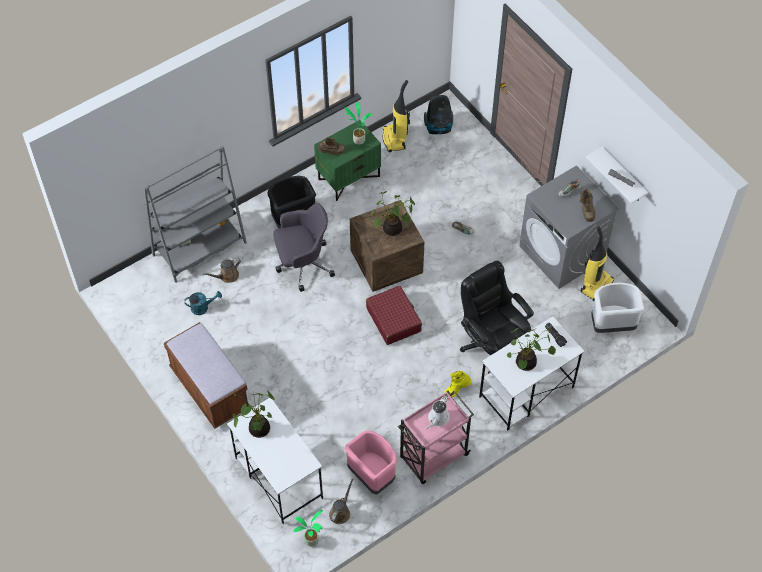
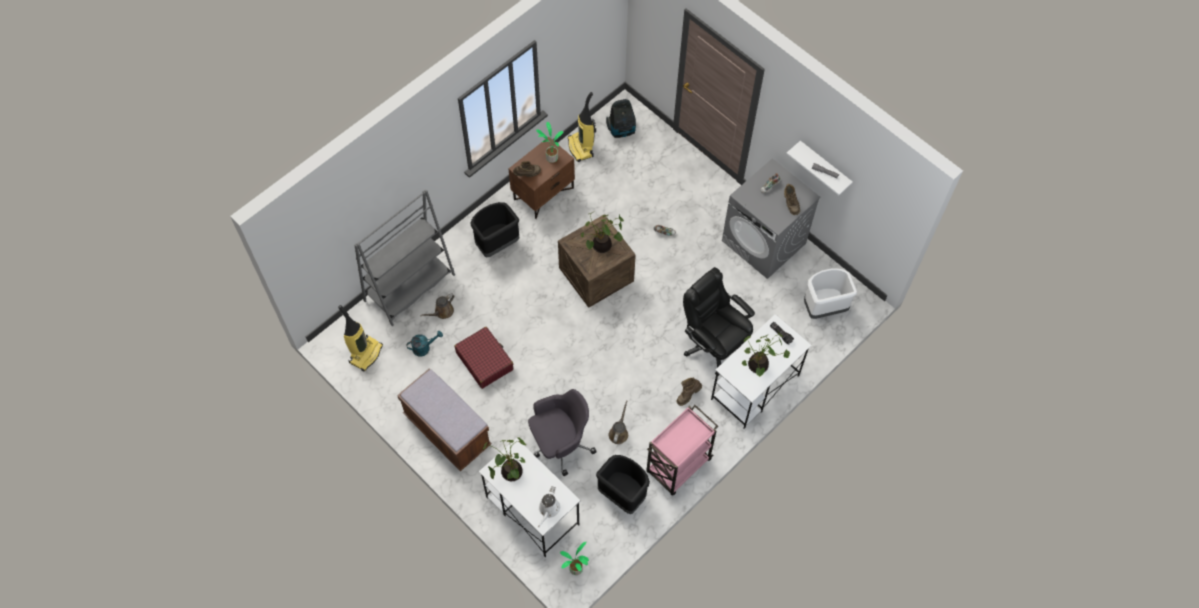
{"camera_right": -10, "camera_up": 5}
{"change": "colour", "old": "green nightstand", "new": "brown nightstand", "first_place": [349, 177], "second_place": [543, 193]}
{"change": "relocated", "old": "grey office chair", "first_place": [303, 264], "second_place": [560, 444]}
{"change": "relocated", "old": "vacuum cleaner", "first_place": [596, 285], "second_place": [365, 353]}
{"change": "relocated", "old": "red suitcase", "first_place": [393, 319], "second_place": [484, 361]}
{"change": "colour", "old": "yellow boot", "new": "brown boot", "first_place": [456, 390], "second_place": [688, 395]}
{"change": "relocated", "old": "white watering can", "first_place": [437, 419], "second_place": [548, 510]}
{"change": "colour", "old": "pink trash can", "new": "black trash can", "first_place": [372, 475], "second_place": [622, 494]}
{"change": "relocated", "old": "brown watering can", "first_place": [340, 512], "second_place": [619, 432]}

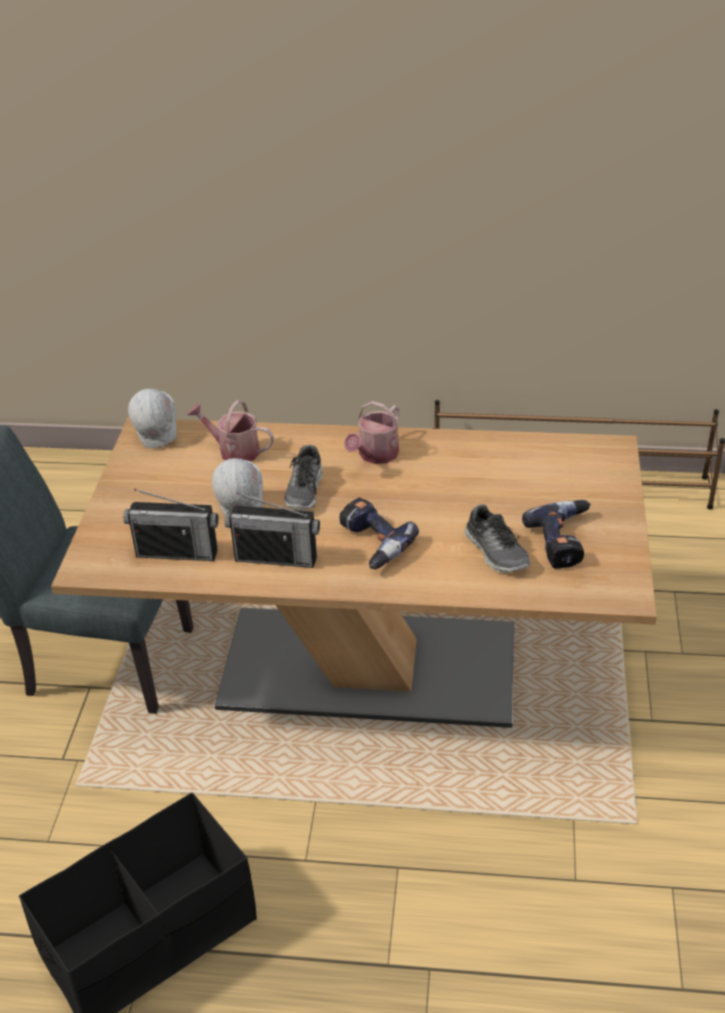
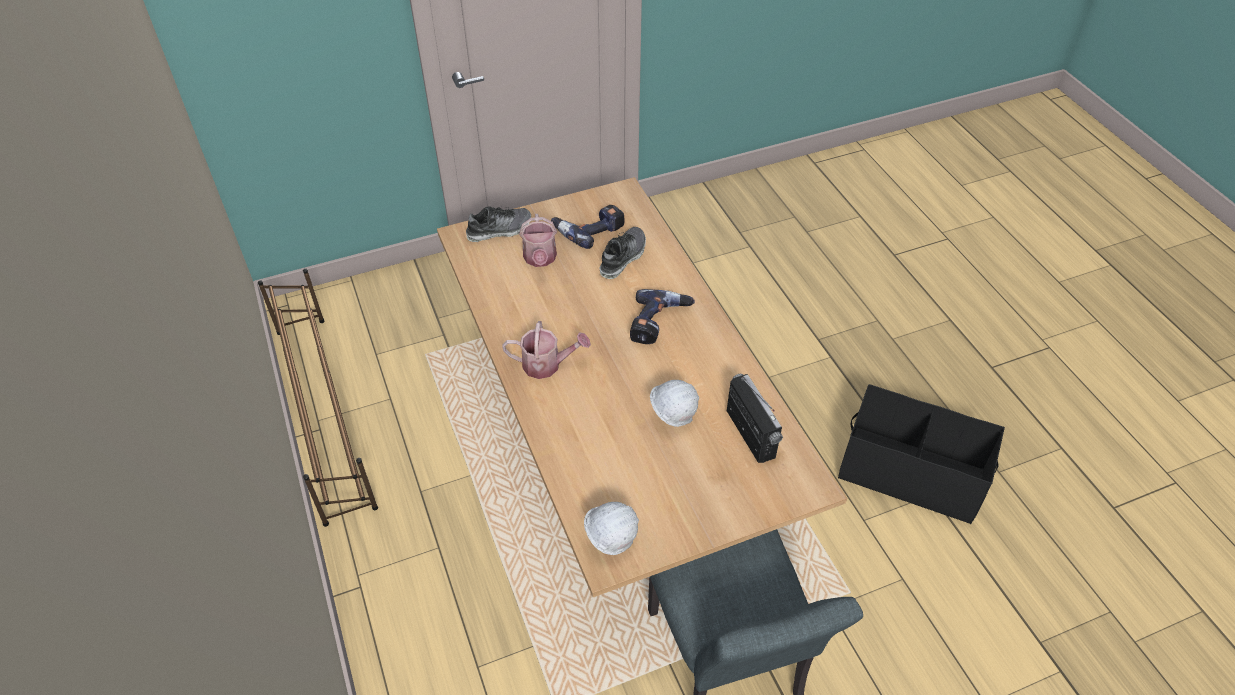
{"camera_right": -120, "camera_up": 10}
{"change": "relocated", "old": "watering can", "first_place": [234, 451], "second_place": [540, 259]}
{"change": "relocated", "old": "shoe", "first_place": [305, 491], "second_place": [499, 230]}
{"change": "missing", "old": "radio", "first_place": [276, 558]}

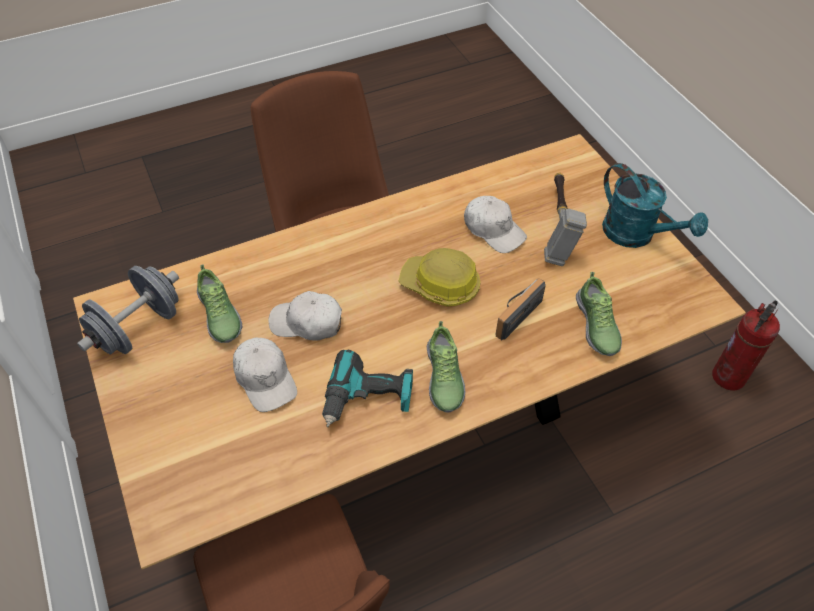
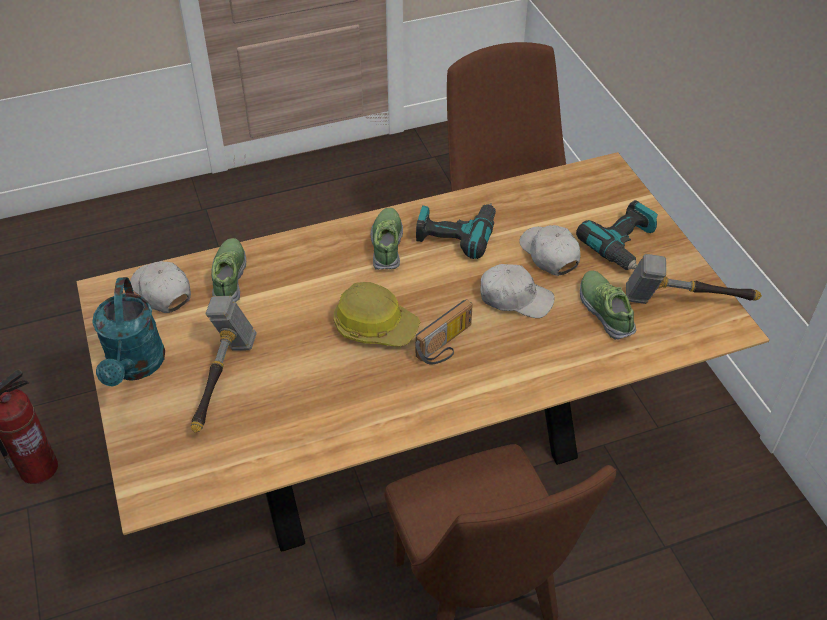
{"camera_right": -175, "camera_up": -5}
{"change": "spun", "old": "turquoise watering can", "first_place": [636, 235], "second_place": [135, 367], "degrees": -150}
{"change": "relocated", "old": "white cap", "first_place": [493, 230], "second_place": [161, 291]}
{"change": "exchanged", "old": "grey dumbbell", "new": "hammer", "first_place": [138, 328], "second_place": [684, 304]}
{"change": "relocated", "old": "radio", "first_place": [514, 313], "second_place": [446, 345]}
{"change": "appeared", "new": "power drill", "second_place": [623, 245]}

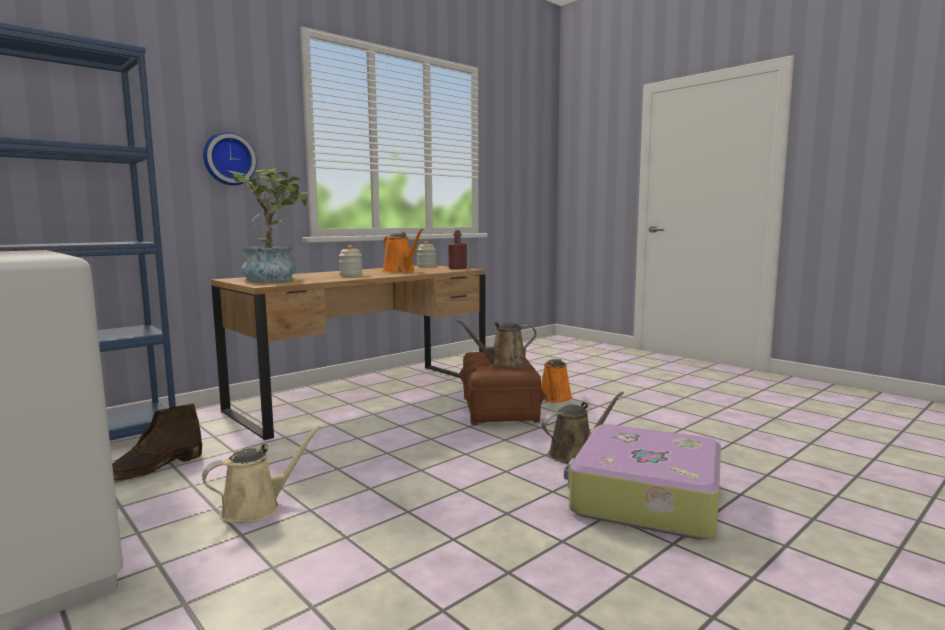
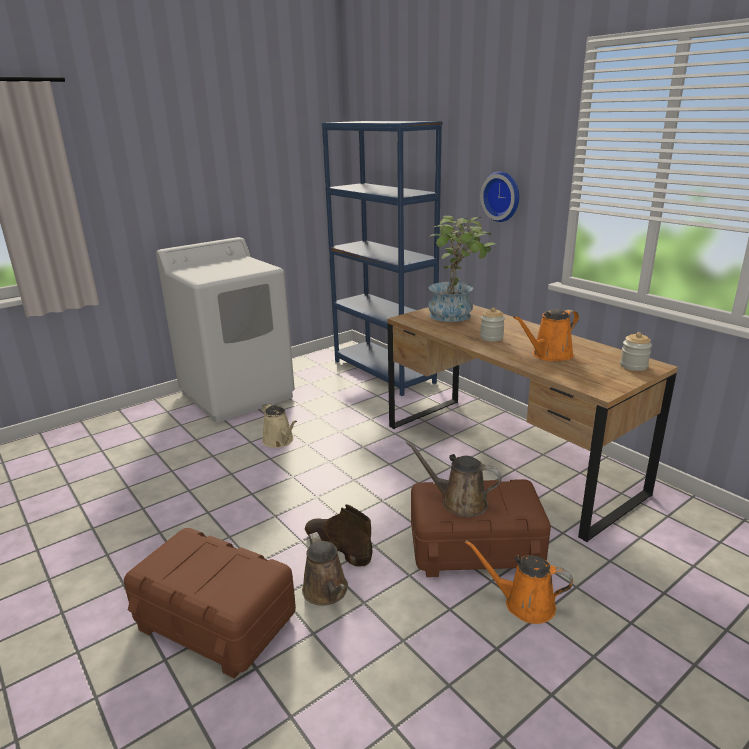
{"camera_right": 95, "camera_up": 15}
{"change": "missing", "old": "red bottle", "first_place": [457, 268]}
{"change": "spun", "old": "brown watering can", "first_place": [504, 364], "second_place": [459, 502], "degrees": -60}
{"change": "relocated", "old": "brown boot", "first_place": [154, 468], "second_place": [337, 545]}
{"change": "exchanged", "old": "suitcase", "new": "brown storage box", "first_place": [644, 499], "second_place": [215, 621]}

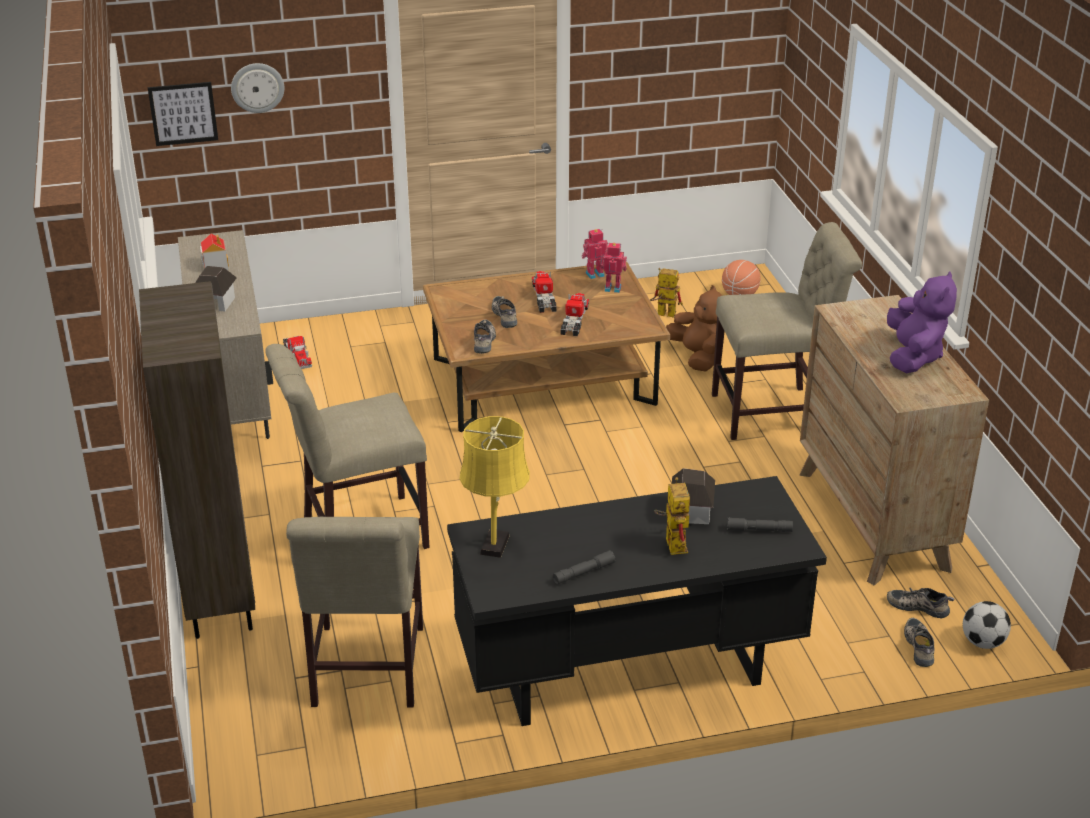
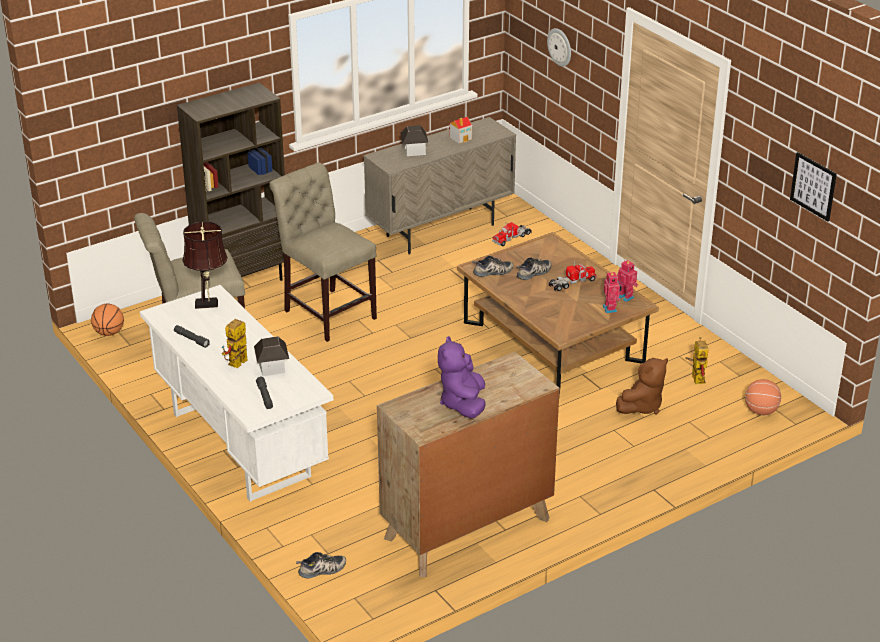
{"camera_right": 70, "camera_up": 0}
{"change": "relocated", "old": "picture", "first_place": [183, 113], "second_place": [813, 186]}
{"change": "missing", "old": "beige chair", "first_place": [774, 413]}
{"change": "spun", "old": "purple plush toy", "first_place": [913, 356], "second_place": [463, 404], "degrees": 105}
{"change": "missing", "old": "toy truck", "first_place": [574, 320]}
{"change": "colour", "old": "yellow table lamp", "new": "brown table lamp", "first_place": [496, 542], "second_place": [209, 304]}
{"change": "colour", "old": "black desk", "new": "white desk", "first_place": [627, 672], "second_place": [239, 444]}
{"change": "spun", "old": "toy robot", "first_place": [672, 542], "second_place": [236, 365], "degrees": 150}
{"change": "missing", "old": "shoe", "first_place": [918, 606]}
{"change": "missing", "old": "football", "first_place": [982, 642]}
{"change": "appeared", "new": "basketball", "second_place": [109, 333]}

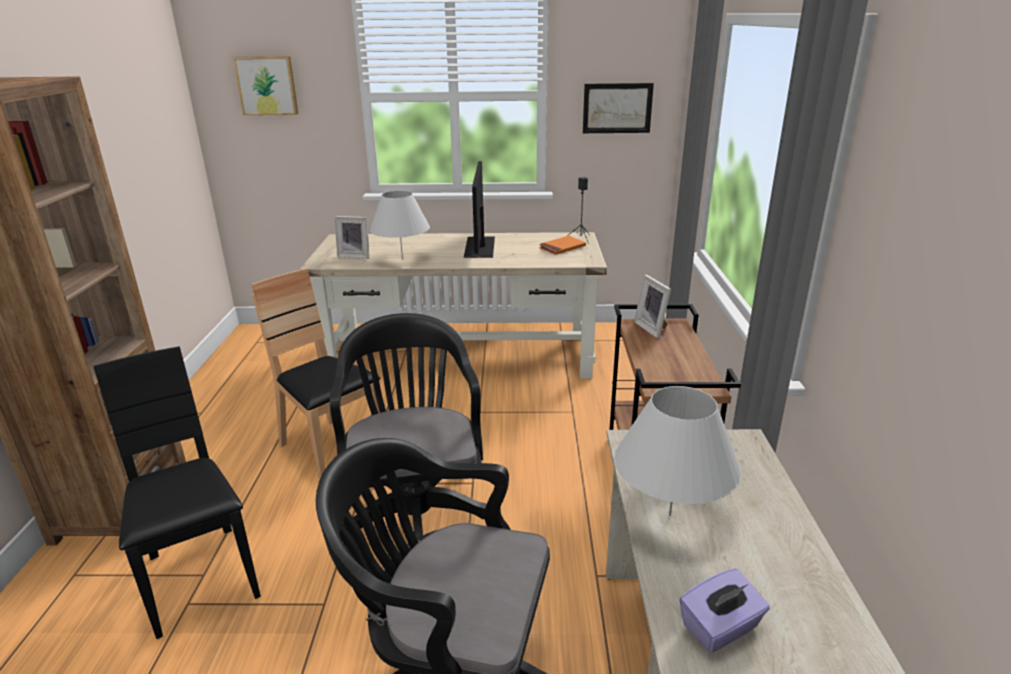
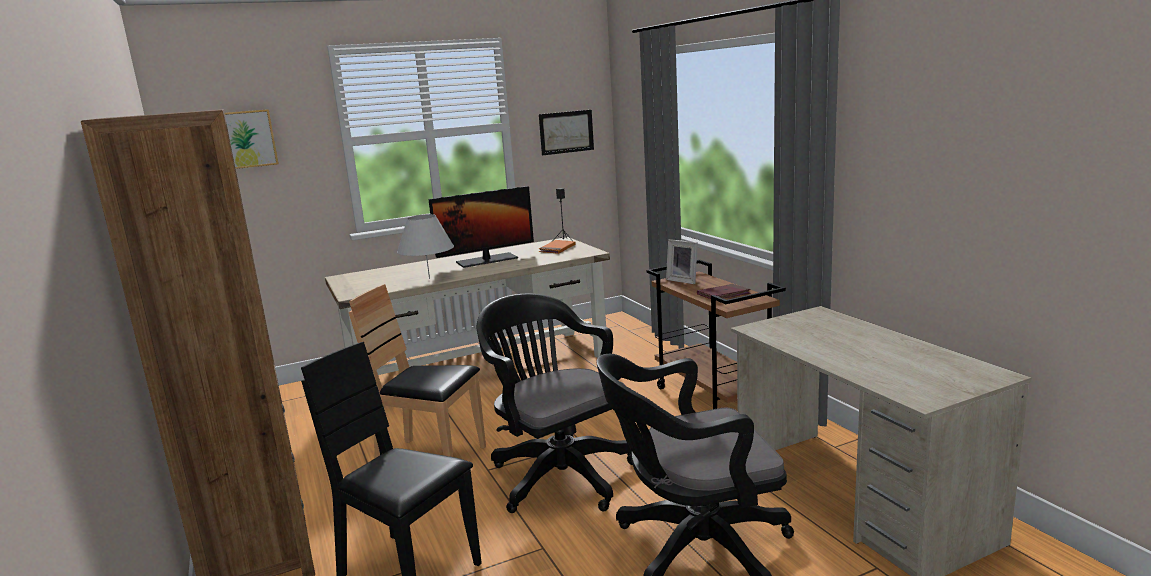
{"camera_right": -25, "camera_up": -10}
{"change": "spun", "old": "monitor", "first_place": [479, 247], "second_place": [487, 260], "degrees": -90}
{"change": "missing", "old": "picture frame", "first_place": [355, 256]}
{"change": "missing", "old": "white table lamp", "first_place": [669, 515]}
{"change": "missing", "old": "purple tissue box", "first_place": [720, 628]}
{"change": "appeared", "new": "red book", "second_place": [723, 295]}

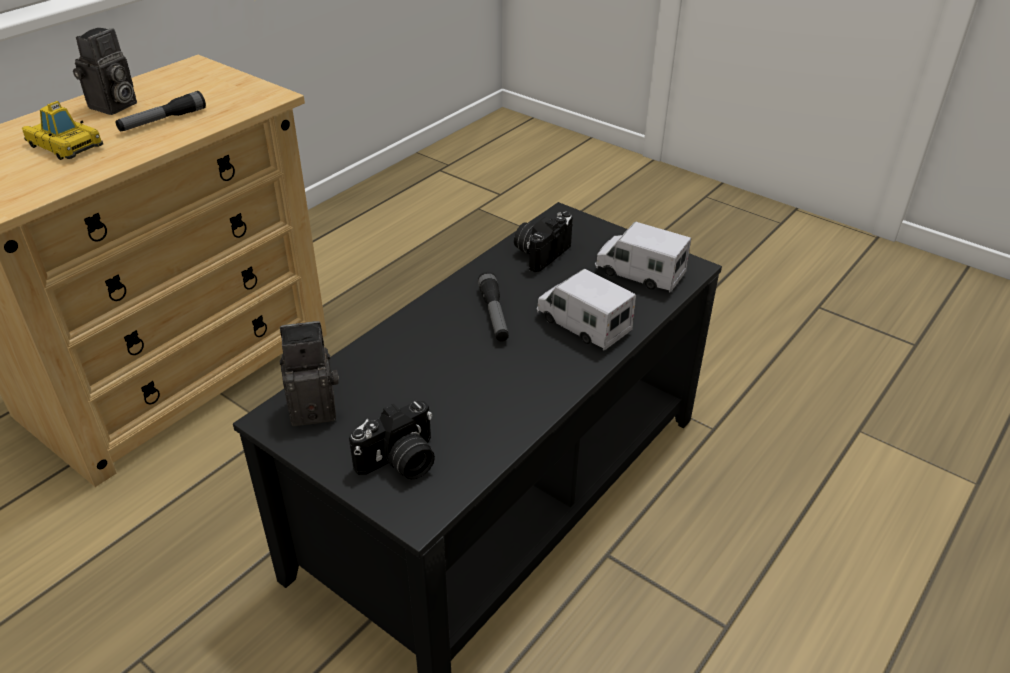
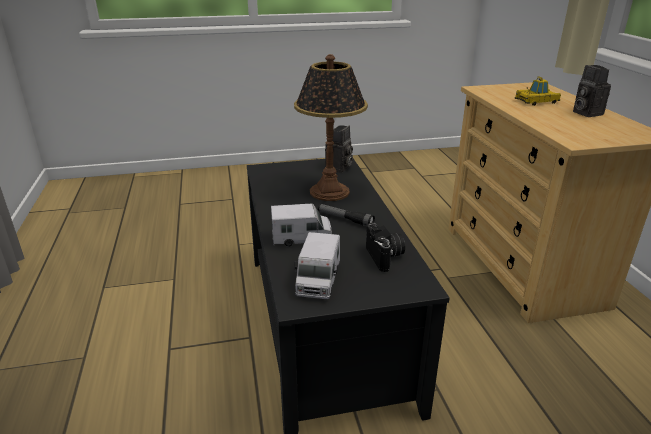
{"camera_right": 130, "camera_up": -10}
{"change": "missing", "old": "flashlight", "first_place": [163, 120]}
{"change": "spun", "old": "toy truck", "first_place": [639, 273], "second_place": [318, 280], "degrees": 120}
{"change": "missing", "old": "photo camera", "first_place": [400, 462]}
{"change": "appeared", "new": "table lamp", "second_place": [329, 191]}

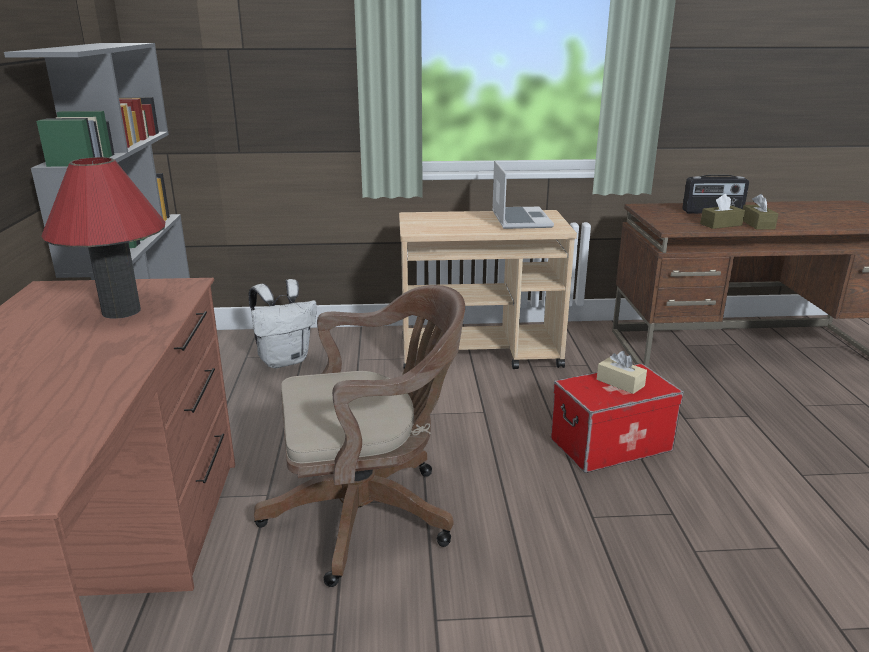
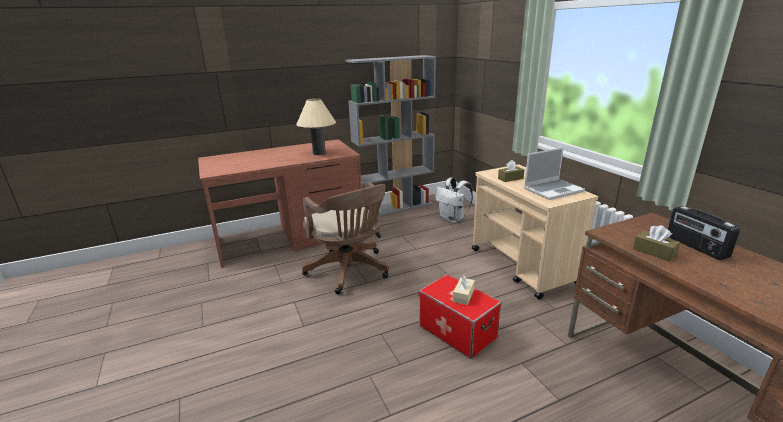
{"camera_right": 70, "camera_up": 0}
{"change": "colour", "old": "red table lamp", "new": "beige table lamp", "first_place": [121, 311], "second_place": [319, 153]}
{"change": "relocated", "old": "brown tissue box", "first_place": [757, 224], "second_place": [510, 178]}

